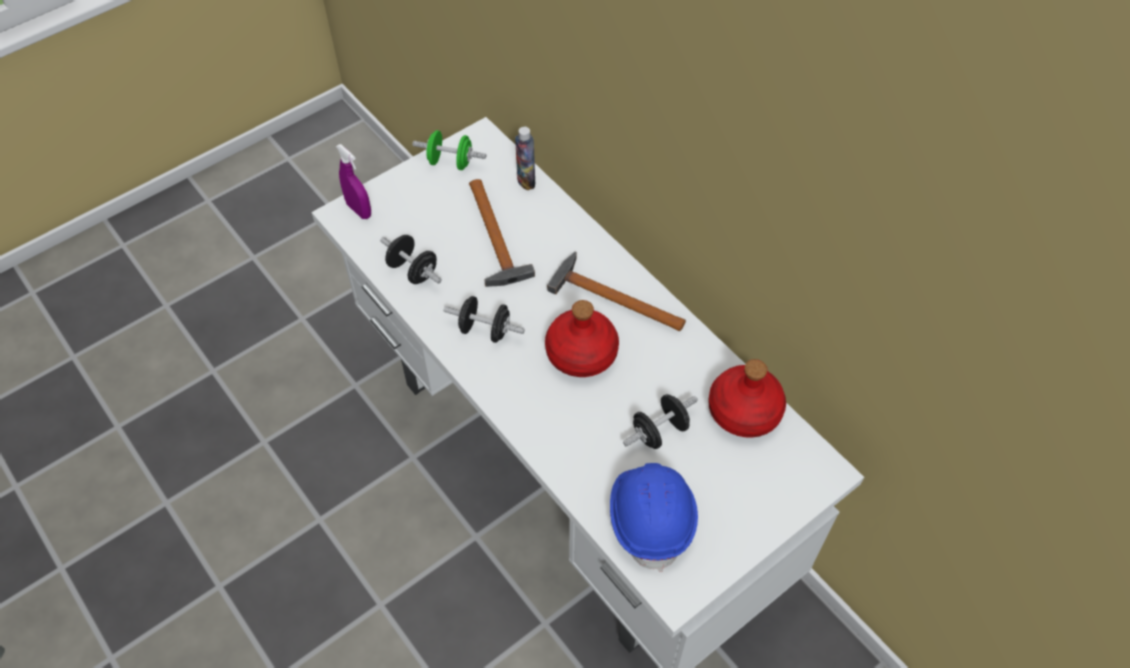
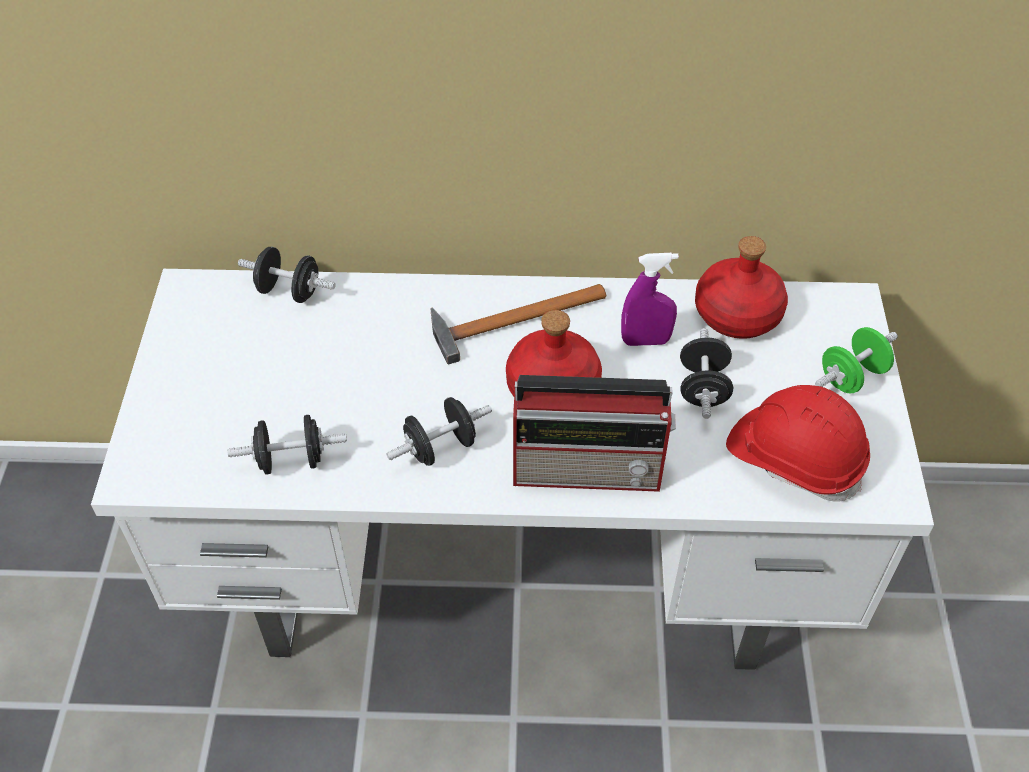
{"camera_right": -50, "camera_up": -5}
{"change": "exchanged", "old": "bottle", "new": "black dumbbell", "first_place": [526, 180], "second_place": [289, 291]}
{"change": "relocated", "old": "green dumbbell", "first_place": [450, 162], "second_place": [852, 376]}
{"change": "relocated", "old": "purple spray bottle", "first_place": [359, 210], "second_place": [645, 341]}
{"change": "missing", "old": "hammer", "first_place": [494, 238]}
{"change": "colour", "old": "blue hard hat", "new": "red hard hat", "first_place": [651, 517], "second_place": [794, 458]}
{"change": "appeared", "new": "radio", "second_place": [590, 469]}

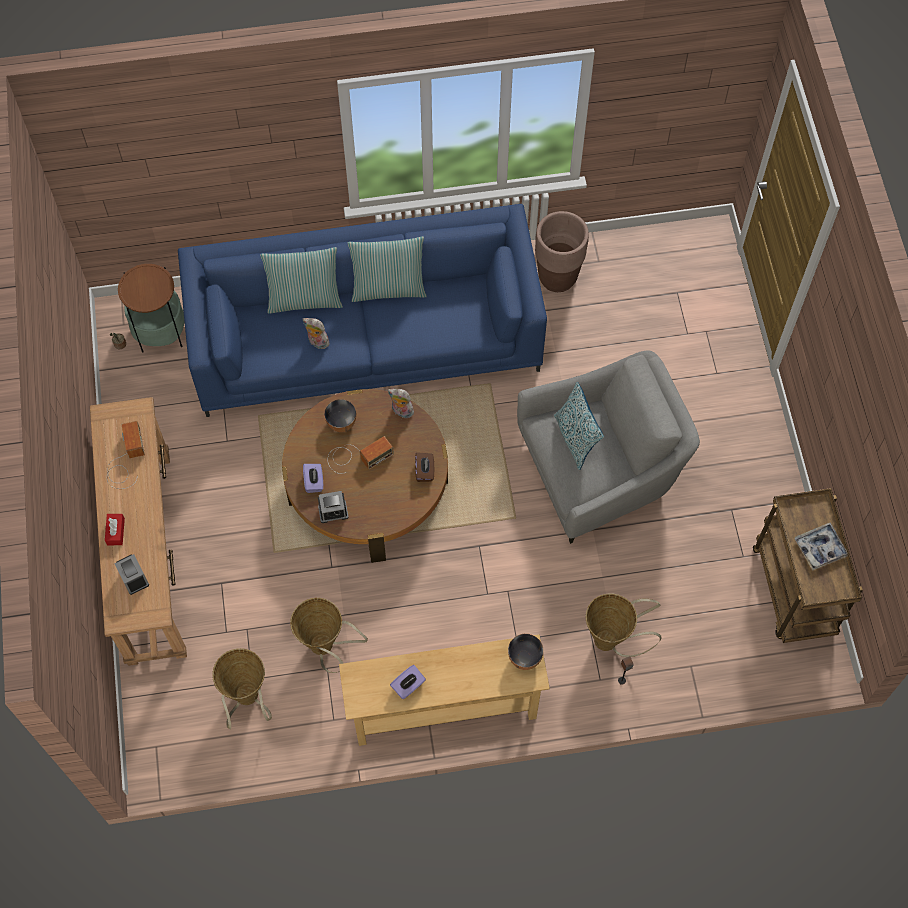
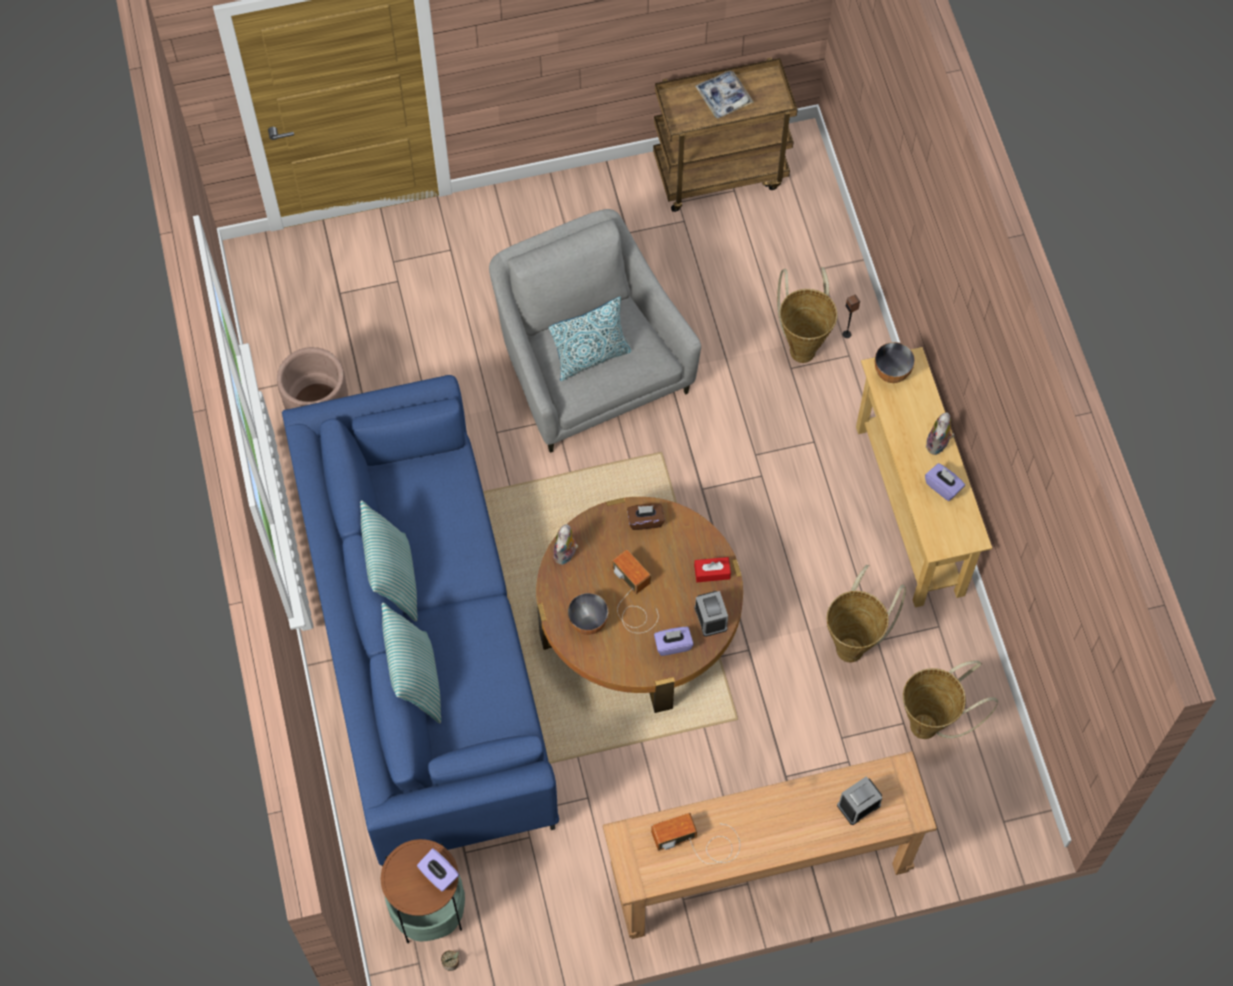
{"camera_right": -95, "camera_up": 0}
{"change": "relocated", "old": "plush toy", "first_place": [317, 342], "second_place": [938, 445]}
{"change": "relocated", "old": "red tissue box", "first_place": [115, 532], "second_place": [712, 572]}
{"change": "appeared", "new": "purple tissue box", "second_place": [438, 874]}

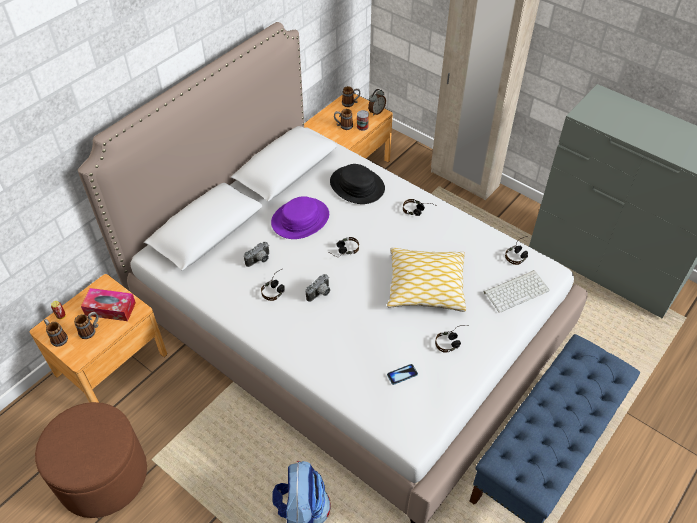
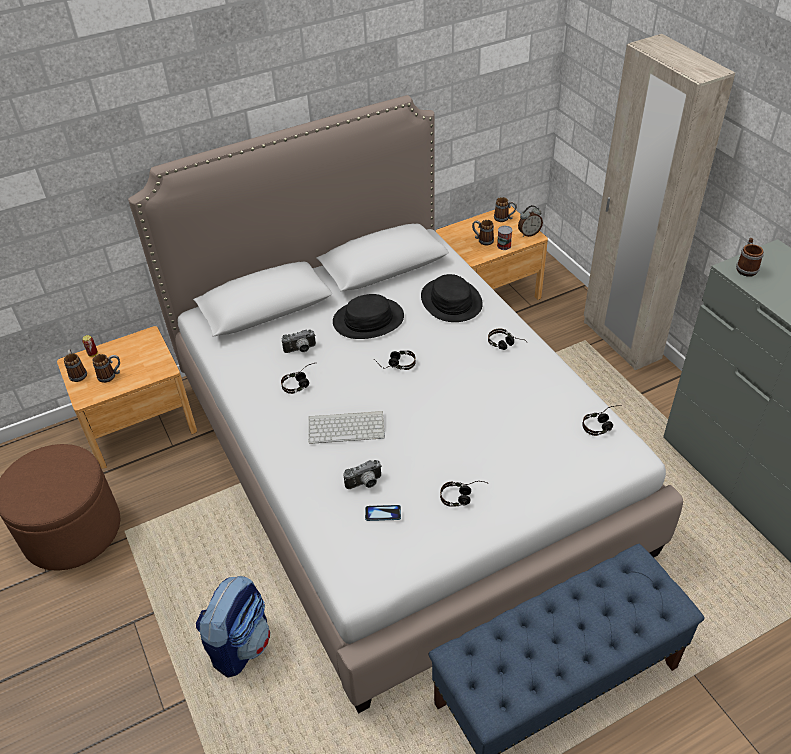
{"camera_right": 25, "camera_up": -5}
{"change": "colour", "old": "purple hat", "new": "black hat", "first_place": [300, 219], "second_place": [368, 320]}
{"change": "missing", "old": "pillow", "first_place": [426, 286]}
{"change": "relocated", "old": "keyboard", "first_place": [516, 290], "second_place": [347, 427]}
{"change": "relocated", "old": "photo camera", "first_place": [320, 294], "second_place": [365, 484]}
{"change": "missing", "old": "tissue box", "first_place": [110, 309]}
{"change": "appeared", "new": "mug", "second_place": [746, 268]}

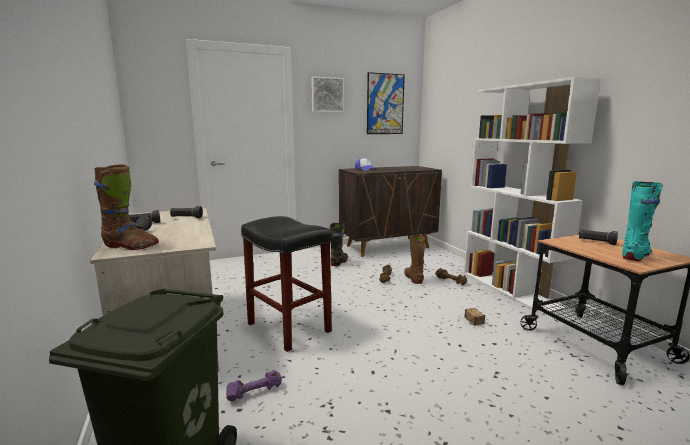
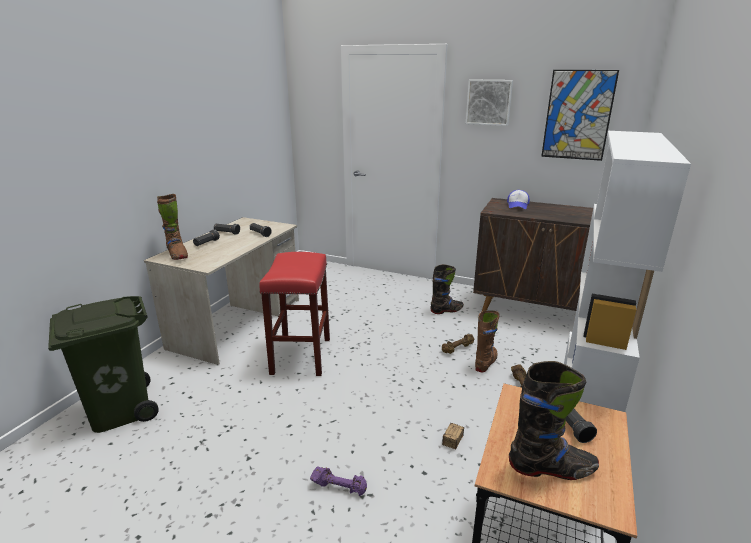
{"camera_right": 45, "camera_up": 10}
{"change": "colour", "old": "turquoise boot", "new": "black boot", "first_place": [635, 256], "second_place": [551, 469]}
{"change": "colour", "old": "black stool", "new": "red stool", "first_place": [290, 328], "second_place": [301, 356]}
{"change": "relocated", "old": "purple dumbbell", "first_place": [254, 392], "second_place": [339, 487]}

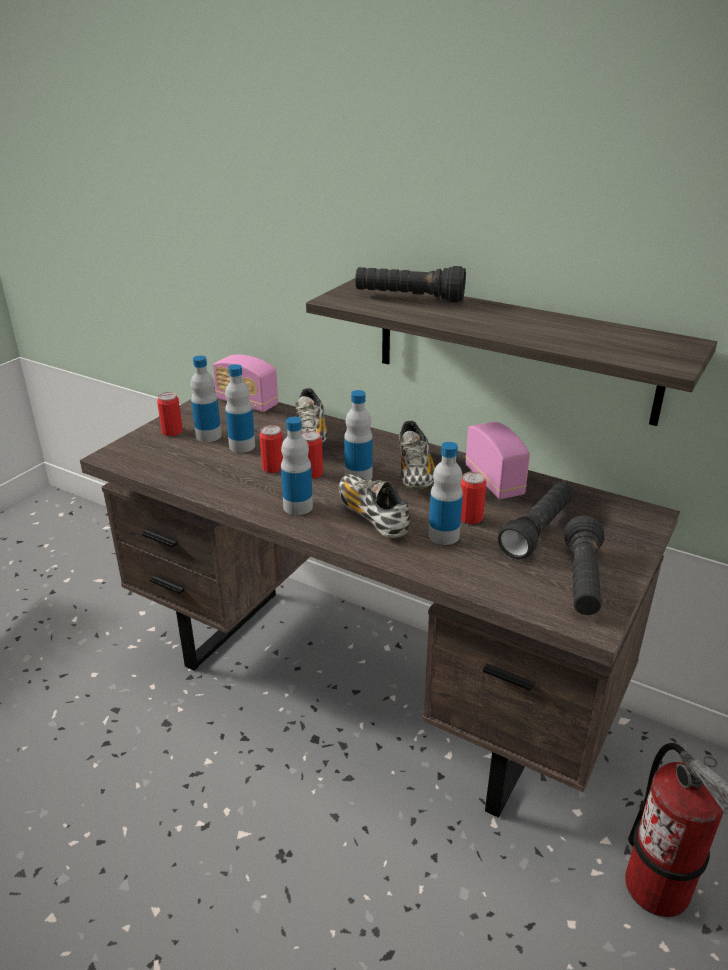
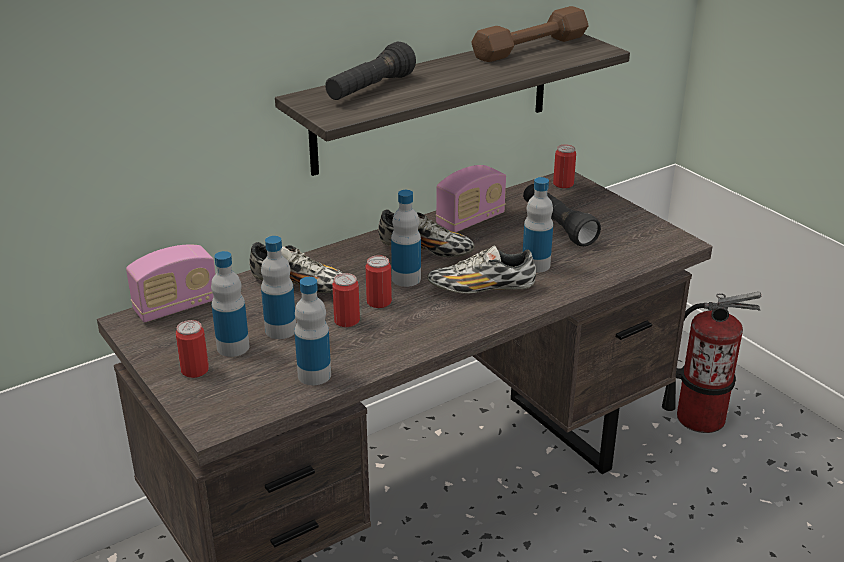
{"camera_right": -65, "camera_up": 0}
{"change": "relocated", "old": "bottle", "first_place": [298, 507], "second_place": [314, 375]}
{"change": "spun", "old": "radio", "first_place": [494, 481], "second_place": [470, 220], "degrees": 135}
{"change": "relocated", "old": "can", "first_place": [470, 518], "second_place": [563, 184]}
{"change": "missing", "old": "black flashlight", "first_place": [582, 581]}
{"change": "appeared", "new": "brown dumbbell", "second_place": [530, 47]}

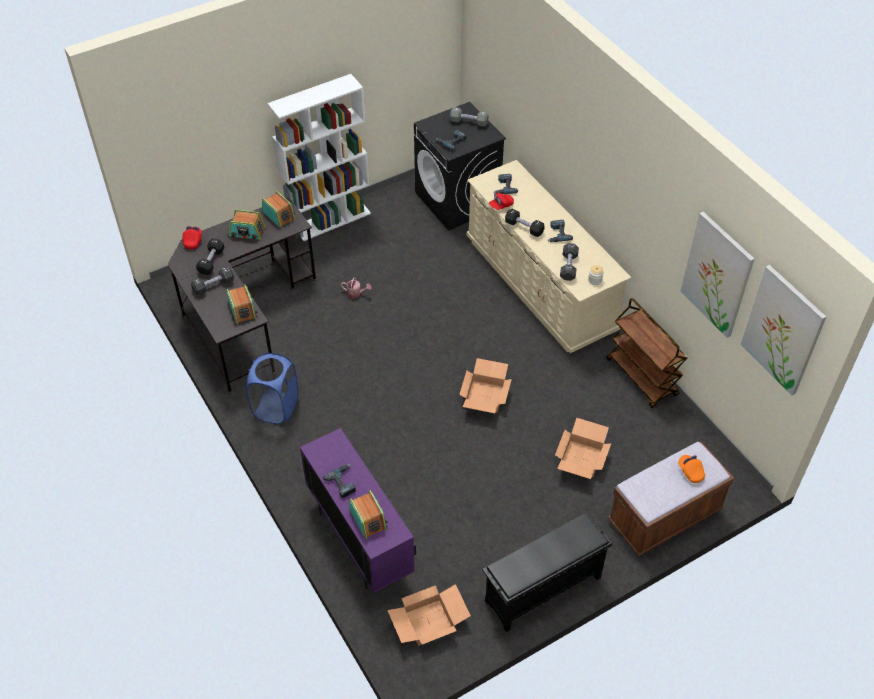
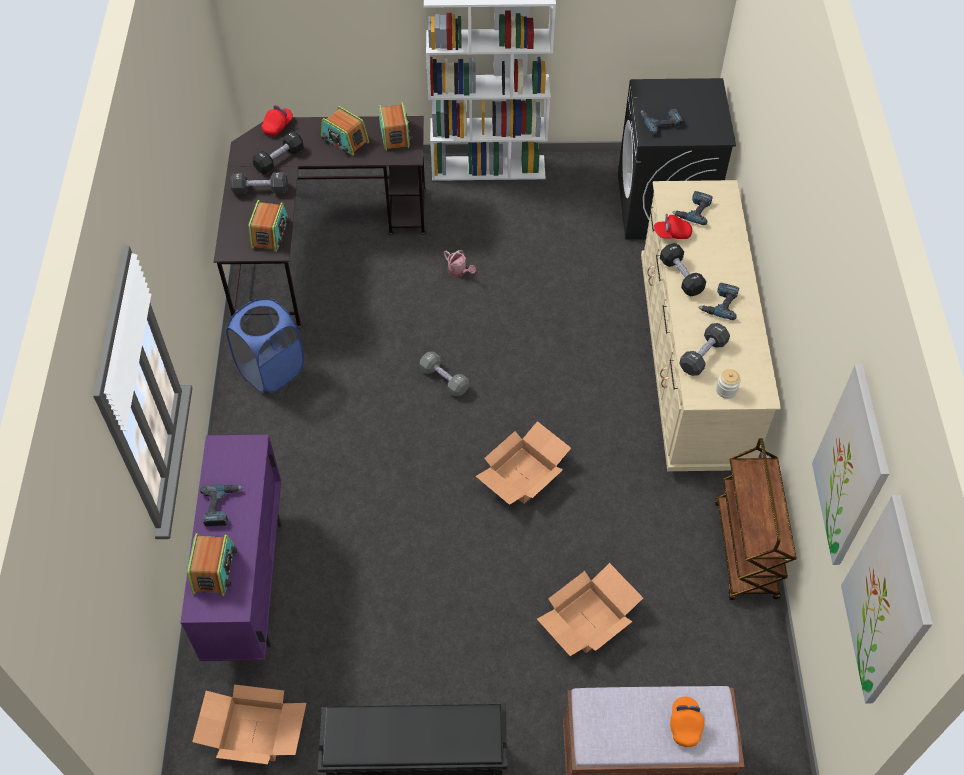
{"camera_right": 30, "camera_up": 5}
{"change": "relocated", "old": "grey dumbbell", "first_place": [469, 122], "second_place": [444, 379]}

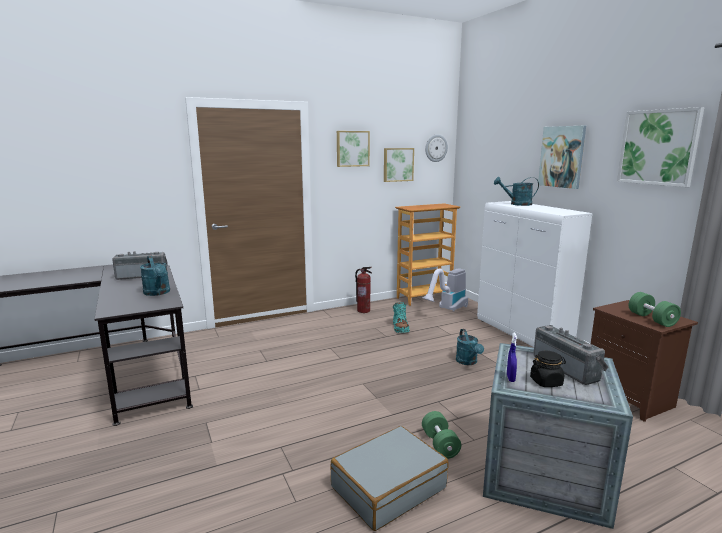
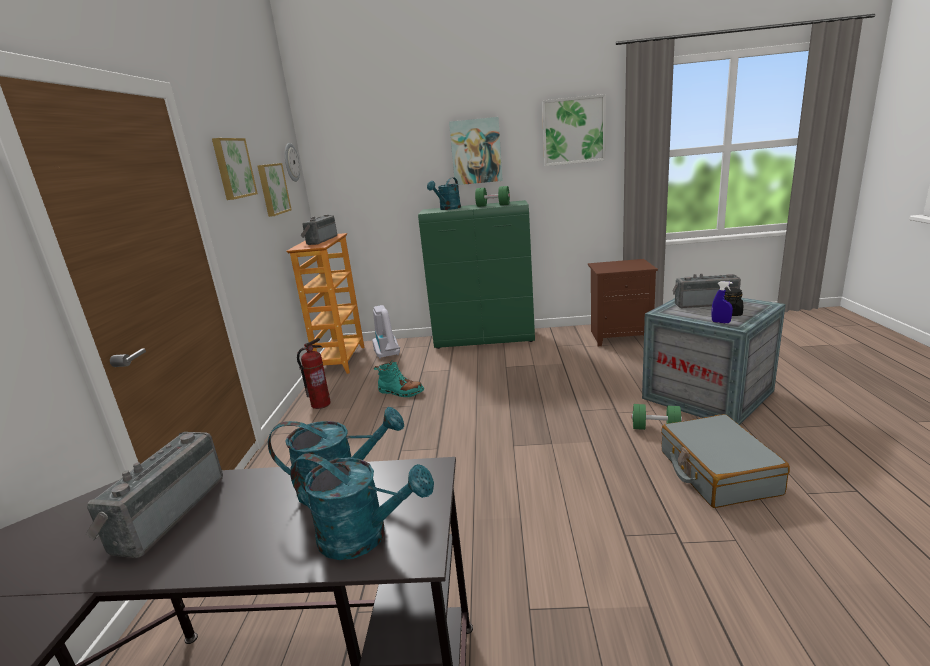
{"camera_right": -60, "camera_up": 5}
{"change": "colour", "old": "white cabinet", "new": "green cabinet", "first_place": [523, 334], "second_place": [485, 339]}
{"change": "relocated", "old": "green dumbbell", "first_place": [651, 319], "second_place": [493, 205]}
{"change": "relocated", "old": "turquoise watering can", "first_place": [468, 362], "second_place": [364, 537]}
{"change": "appeared", "new": "radio", "second_place": [320, 240]}

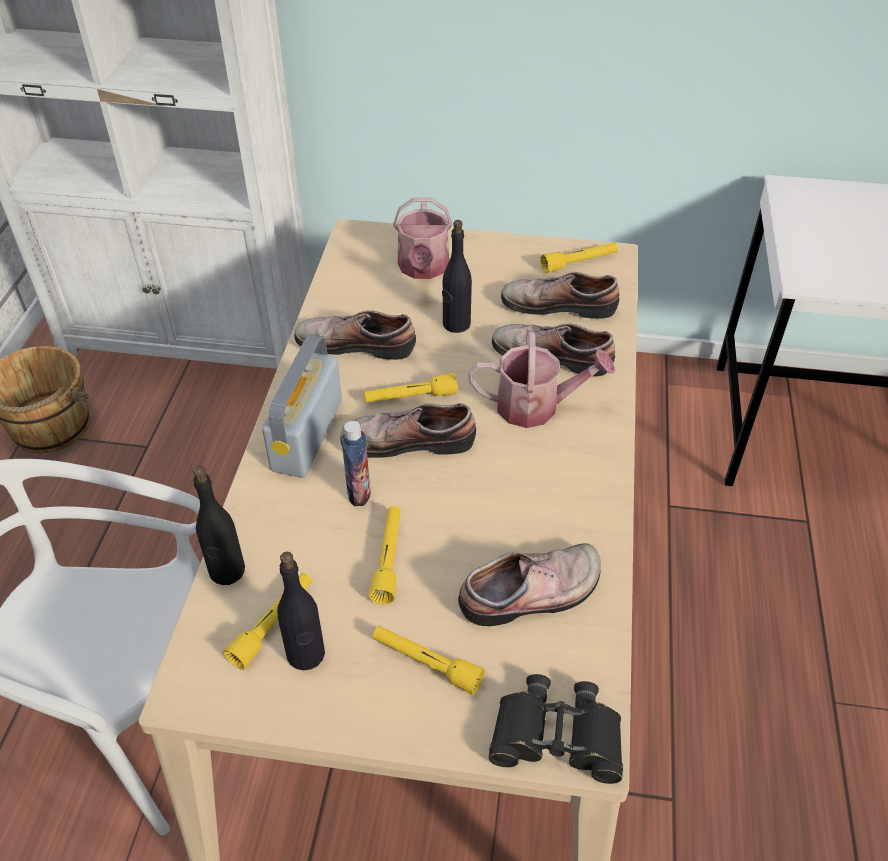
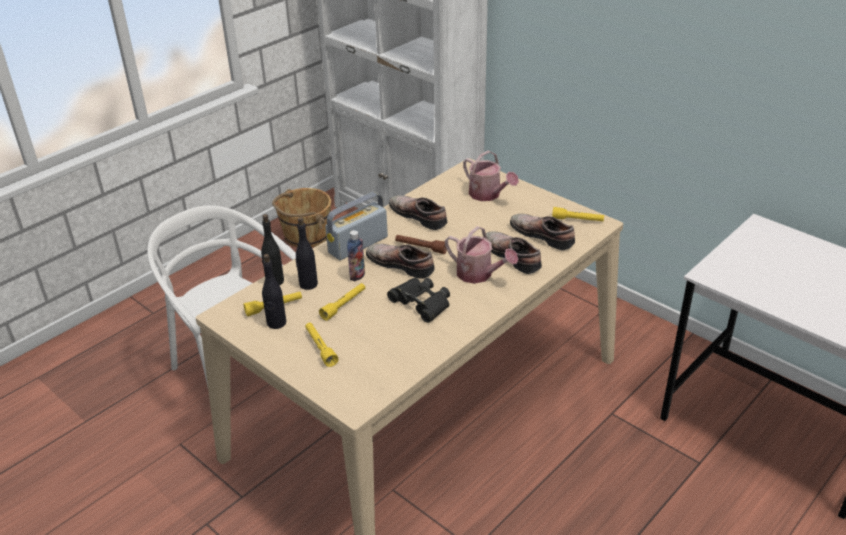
{"camera_right": 35, "camera_up": -10}
{"change": "spun", "old": "watering can", "first_place": [423, 269], "second_place": [488, 195], "degrees": -75}
{"change": "relocated", "old": "black bottle", "first_place": [456, 324], "second_place": [308, 284]}
{"change": "colour", "old": "yellow flashlight", "new": "brown flashlight", "first_place": [410, 397], "second_place": [420, 248]}
{"change": "missing", "old": "shoe", "first_place": [533, 595]}
{"change": "relocated", "old": "black binoculars", "first_place": [557, 737], "second_place": [421, 303]}

